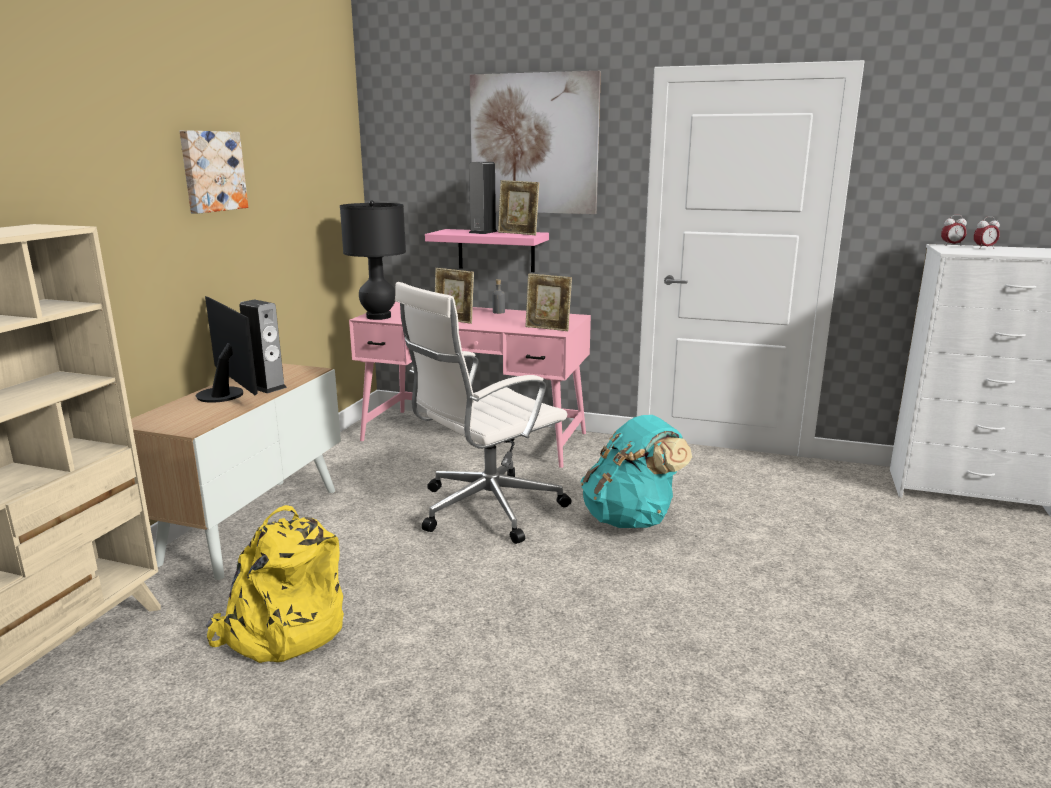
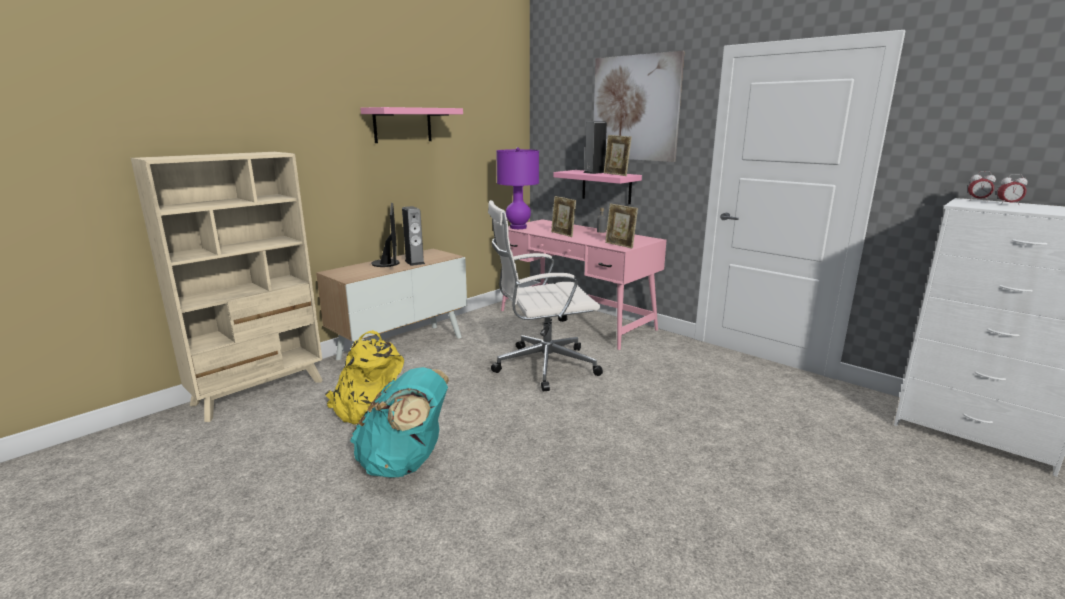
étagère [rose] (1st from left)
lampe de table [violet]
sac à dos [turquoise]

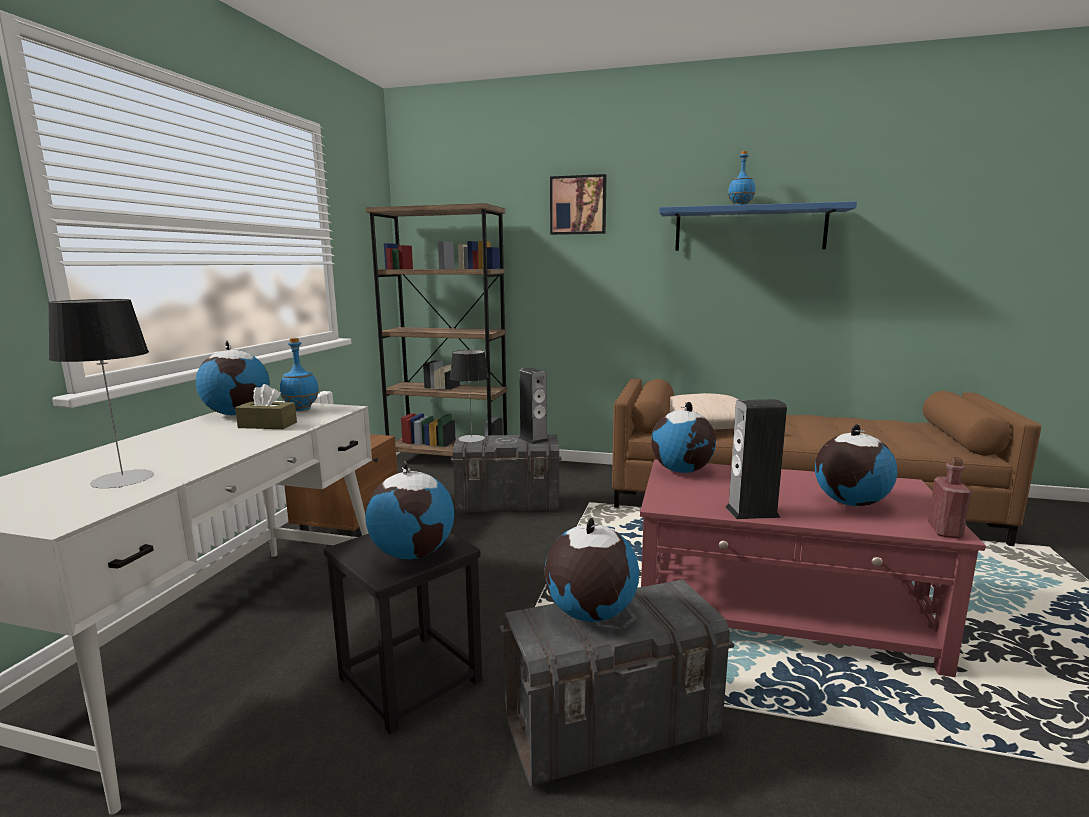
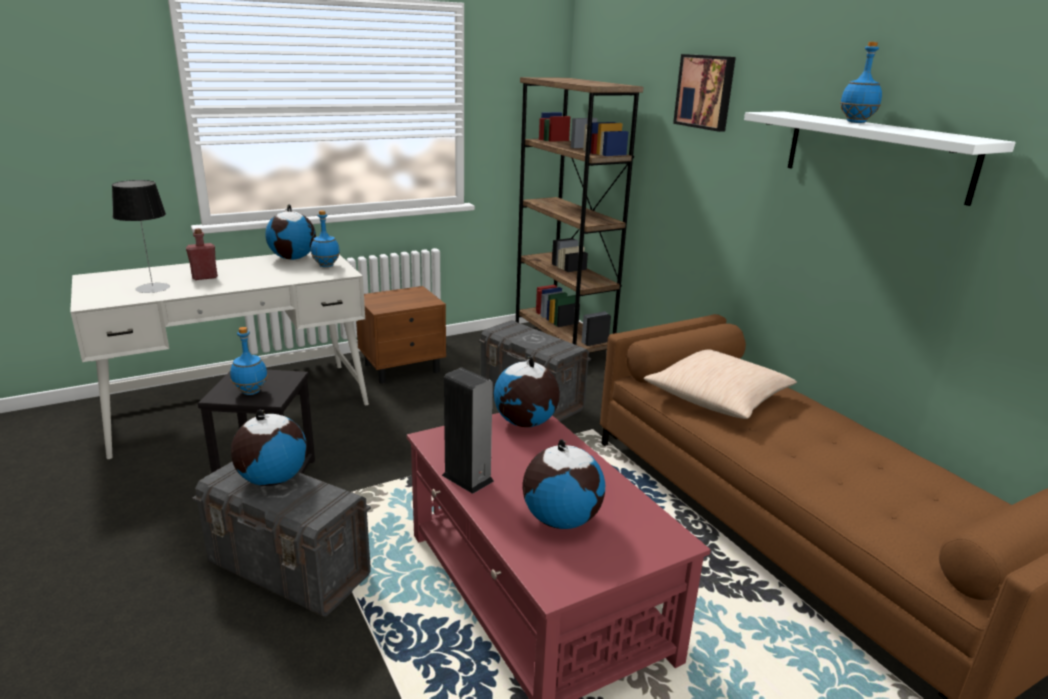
boîte à mouchoirs [marron]
bouteille [bleu] (1st from left)
lampe de table (2nd from left in the first image)
enceinte (1st from left in the first image)
étagère [blanc]
bouteille [rouge]

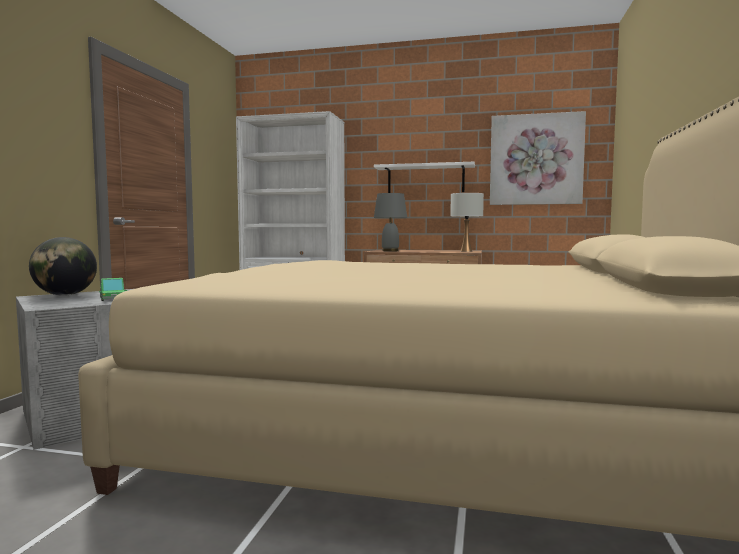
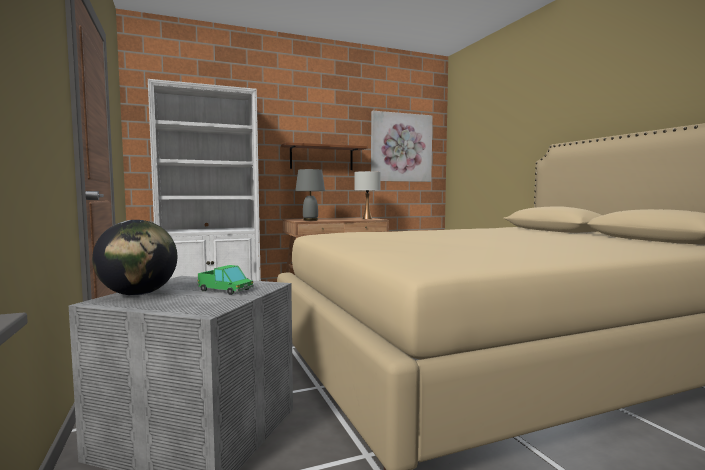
étagère [marron]

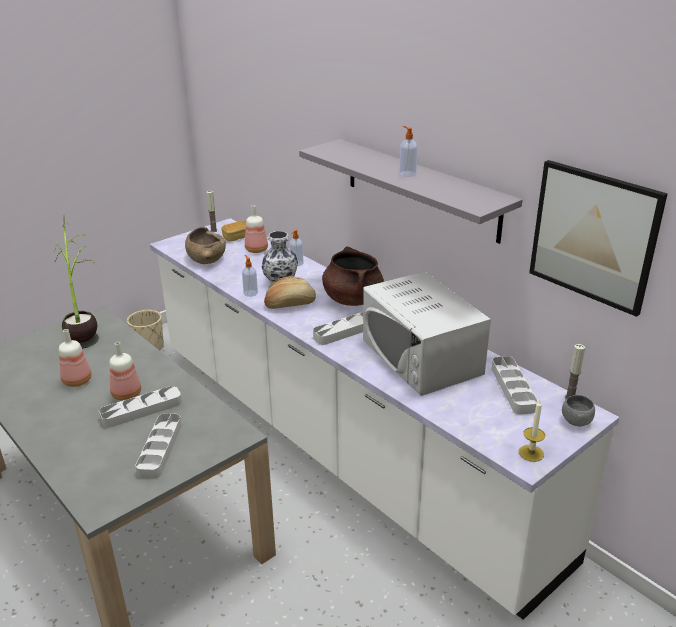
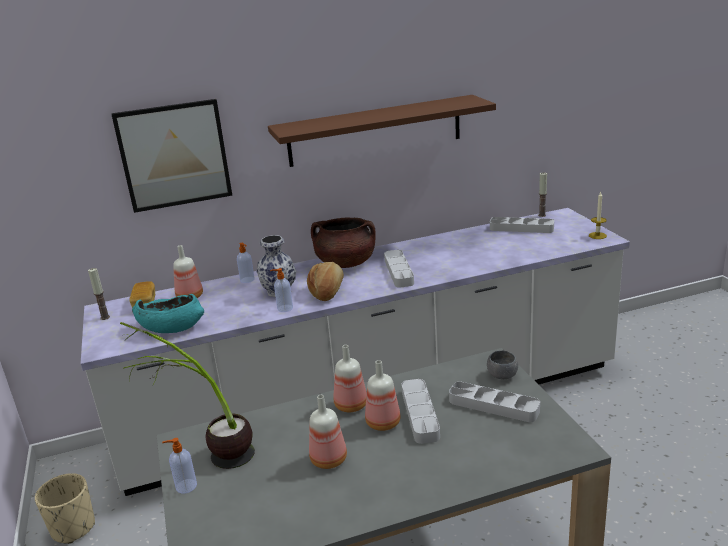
bol [turquoise]
étagère [marron]
micro-ondes [blanc]
distributeur de savon (1st from left)
tableau
bol [gris]
bouteille (3rd from left)

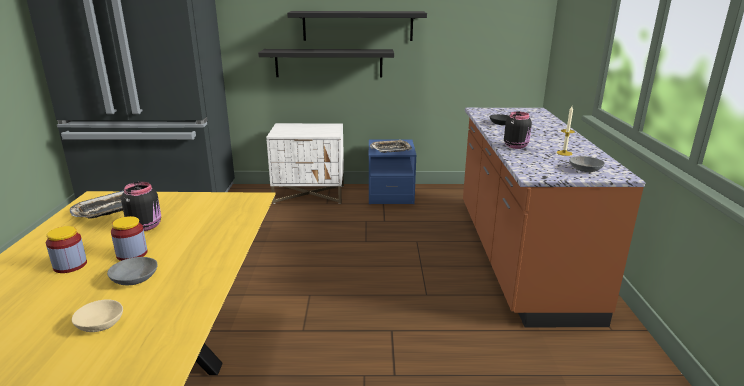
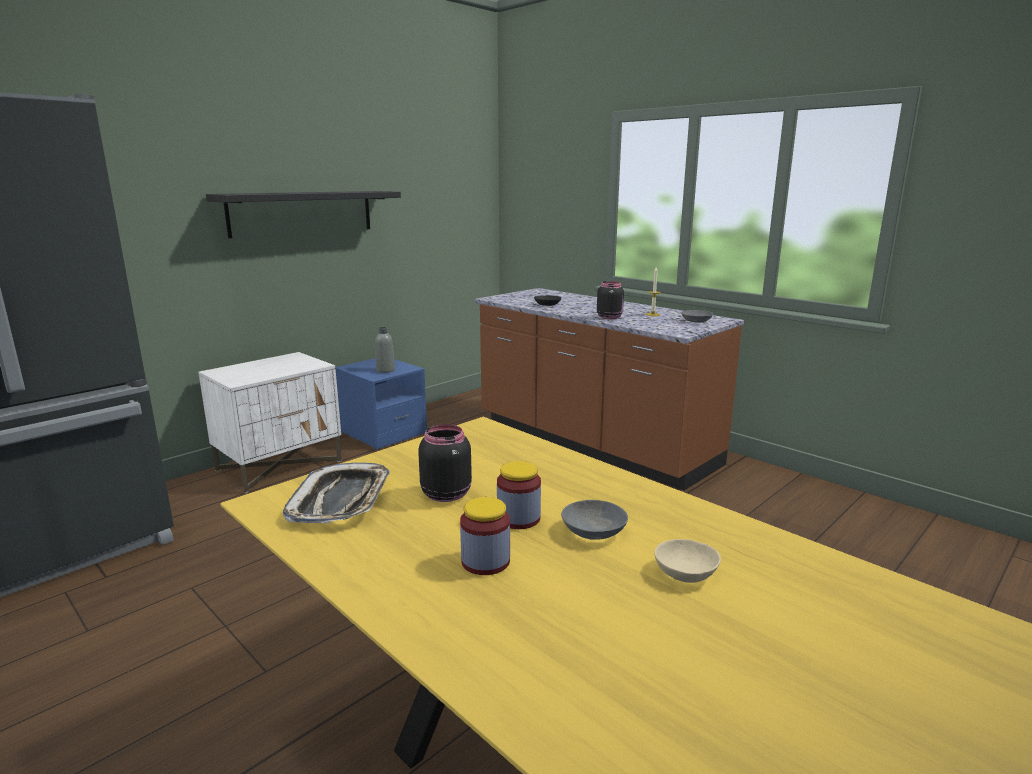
étagère [noir] (1st from left in the first image)
bouteille [gris]

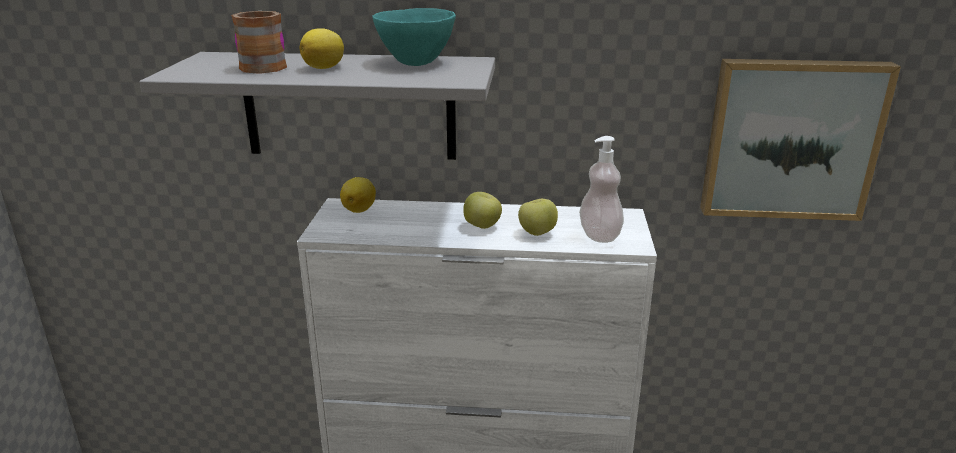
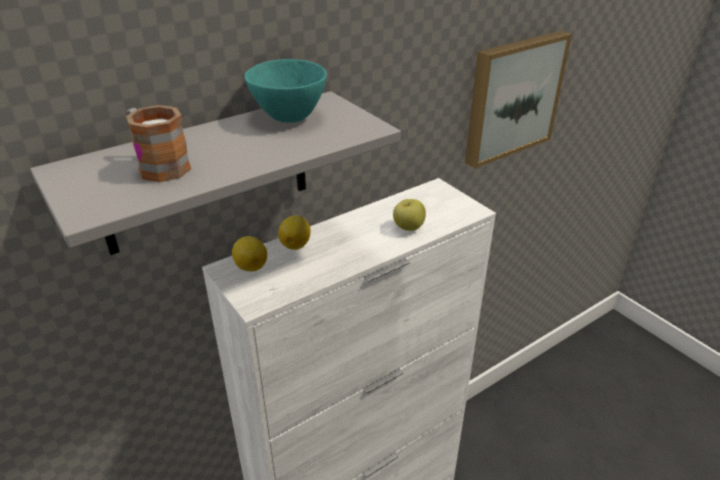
citron (2nd from left)
pomme (1st from left in the first image)
distributeur de savon

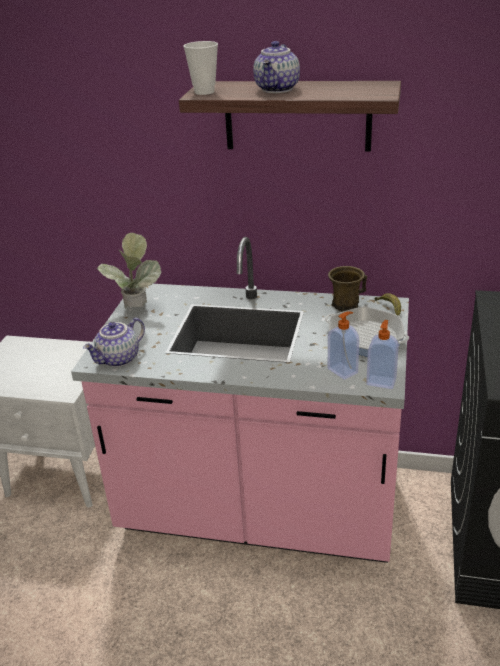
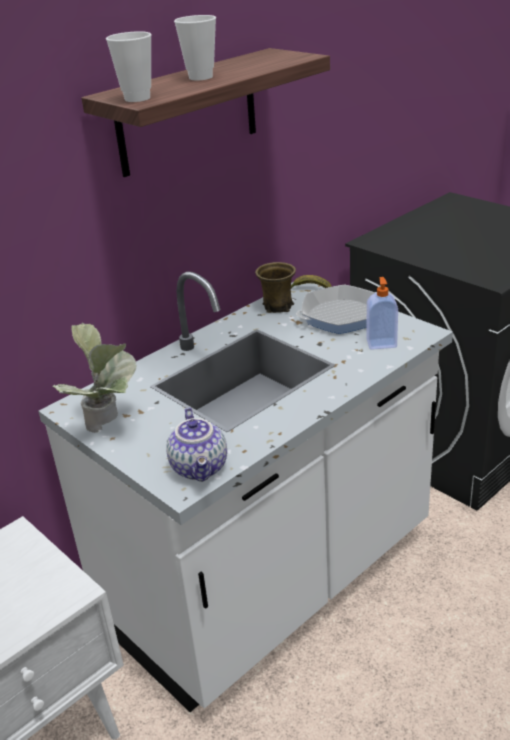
comptoir de cuisine [blanc]
tasse (2nd from left)
distributeur de savon (2nd from left in the first image)

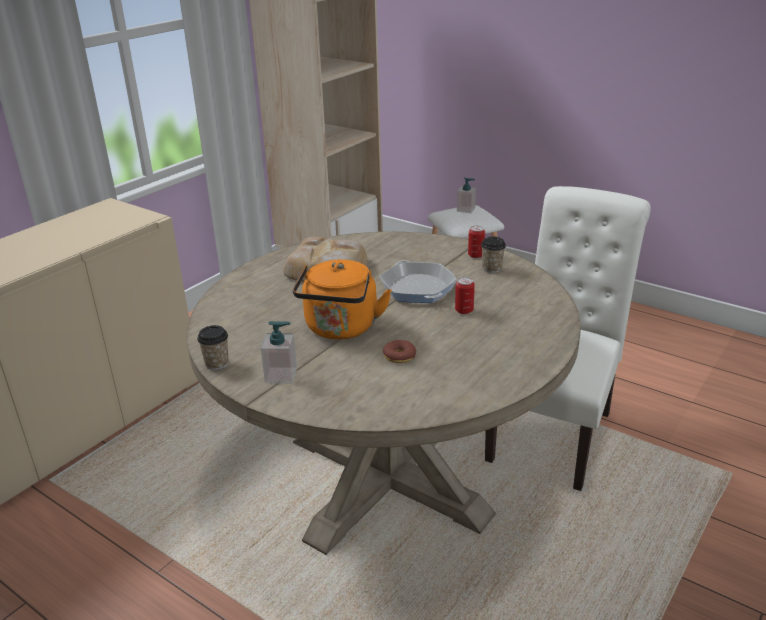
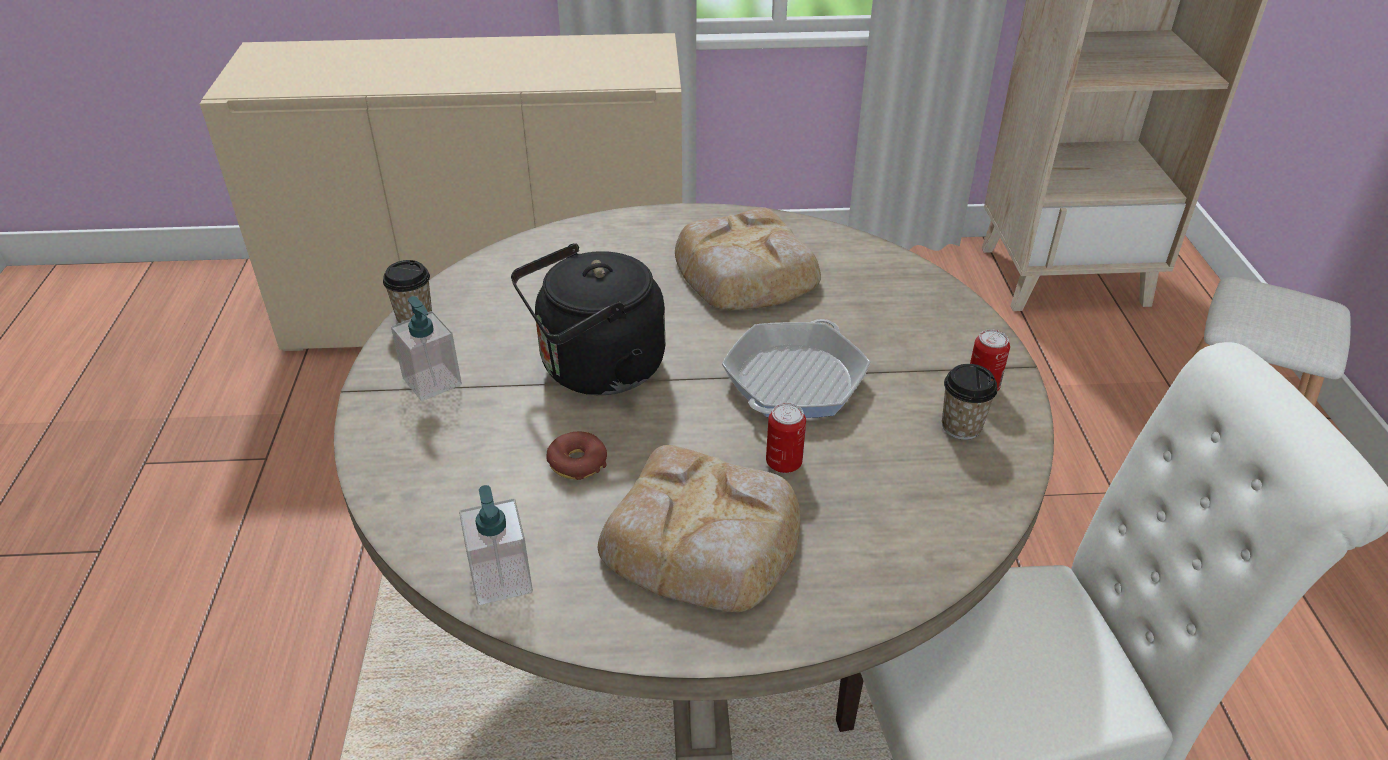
bouilloire [noir]
distributeur de savon (2nd from left)
pain (1st from left)

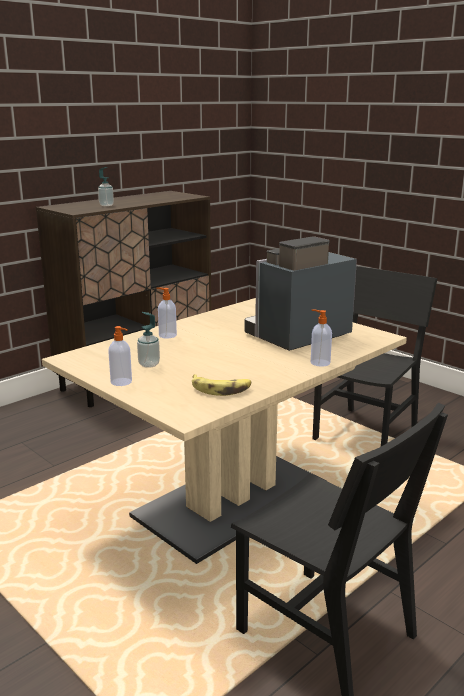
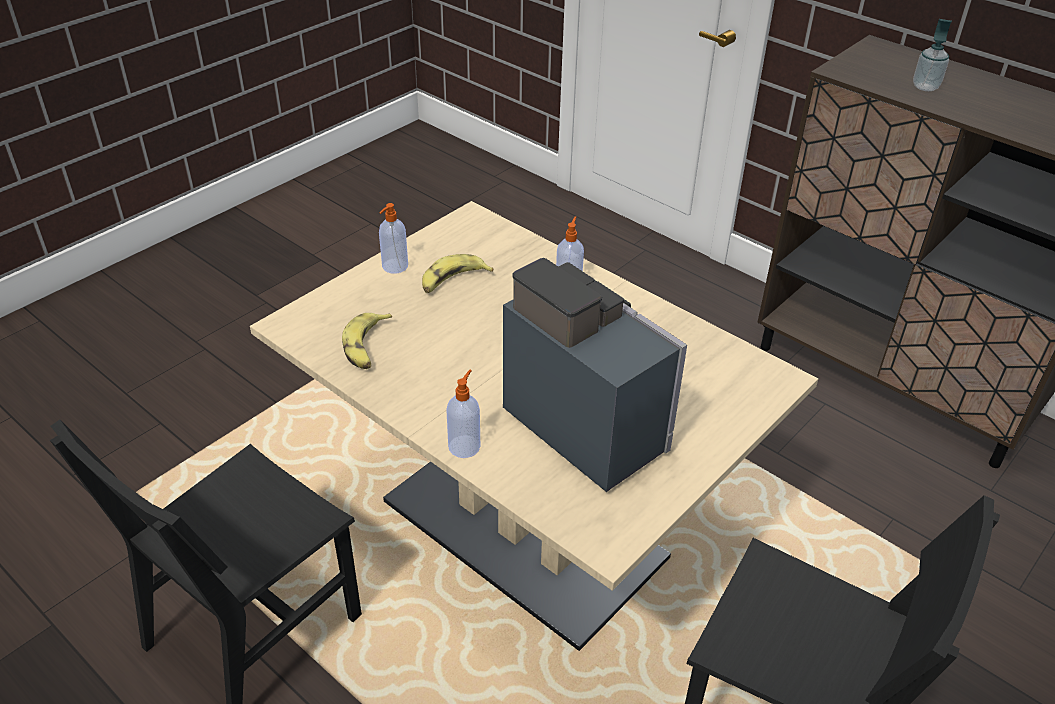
banane (2nd from left)

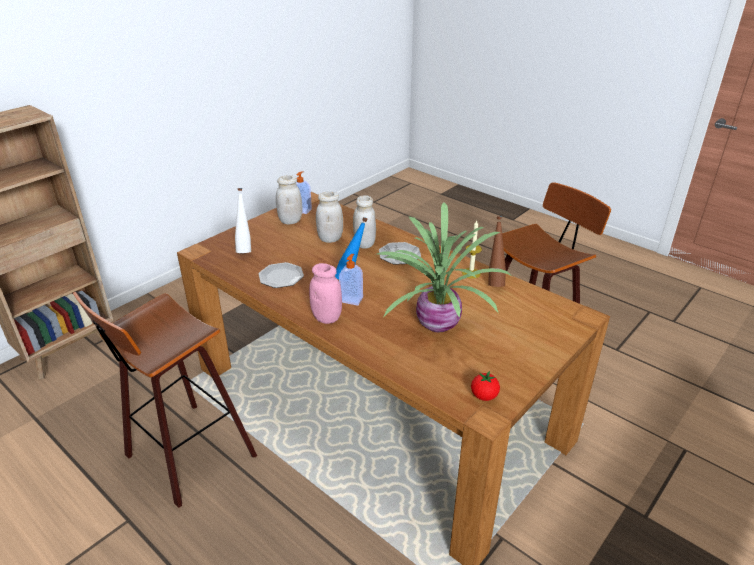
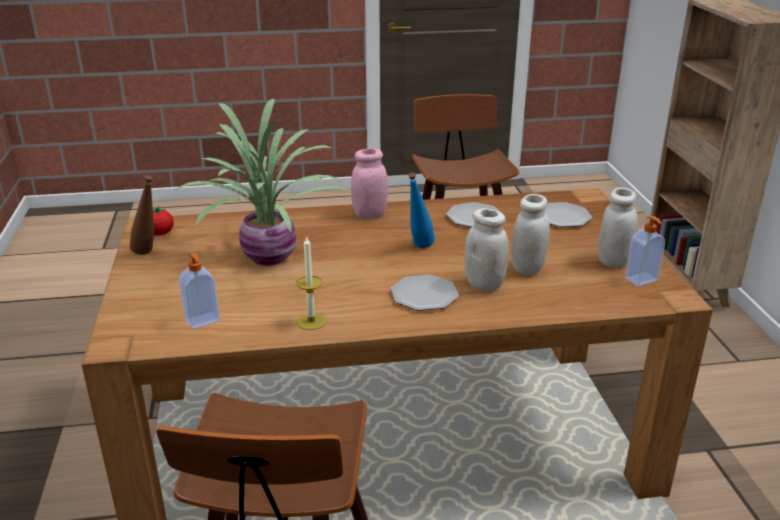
assiette (3rd from left)
distributeur de savon (1st from left)
bouteille [marron]

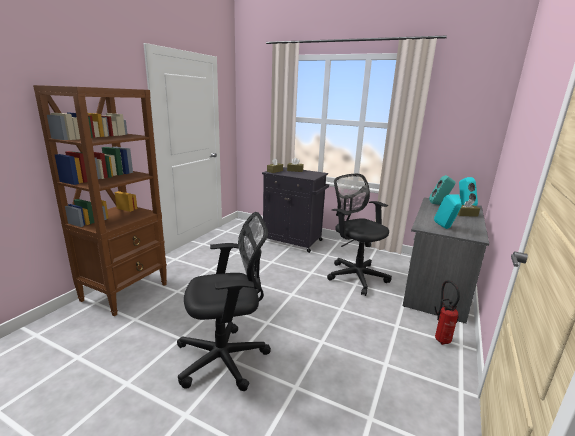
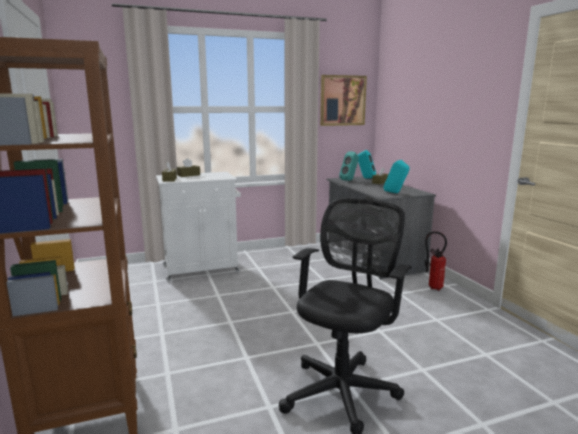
meuble de rangement [blanc]
chaise de bureau [noir] (2nd from left in the first image)
tableau

